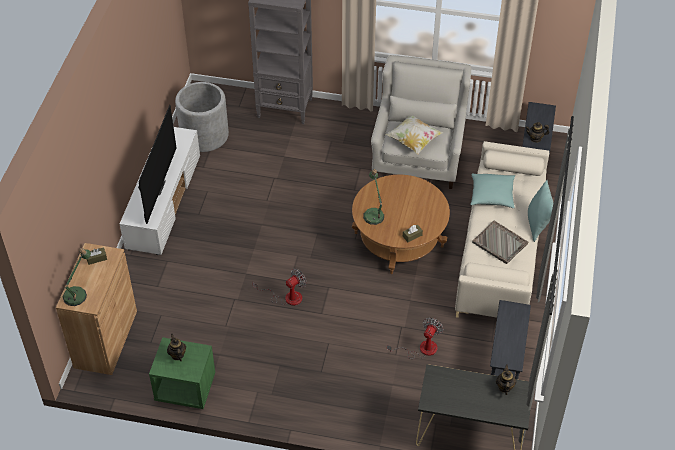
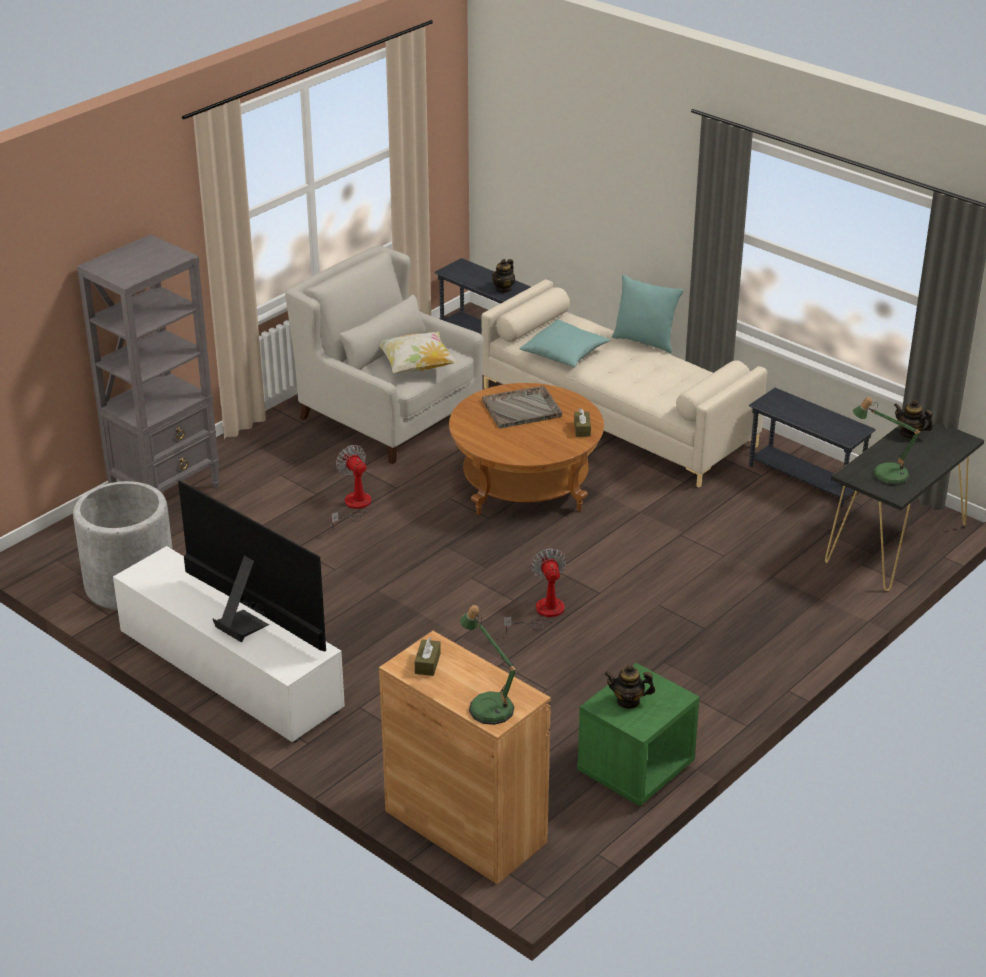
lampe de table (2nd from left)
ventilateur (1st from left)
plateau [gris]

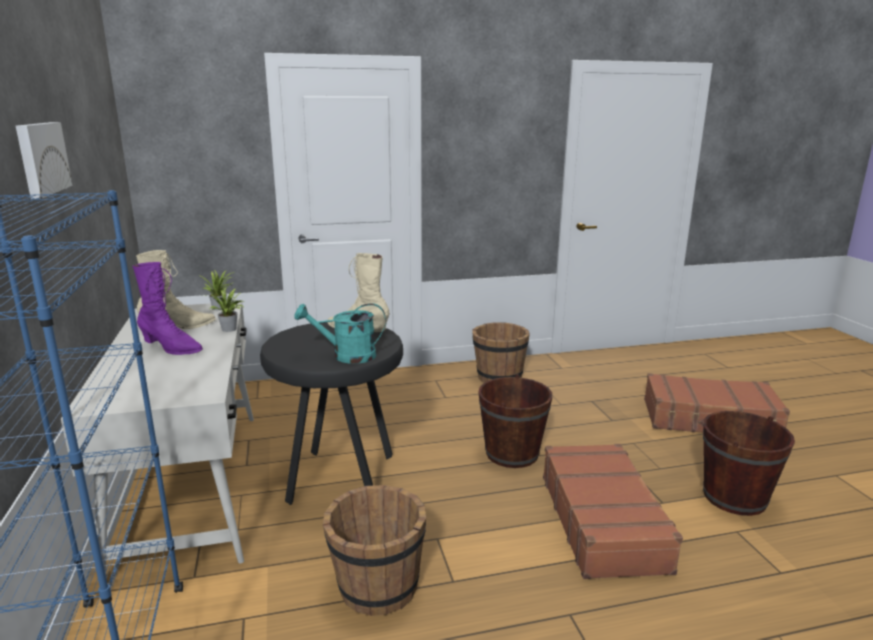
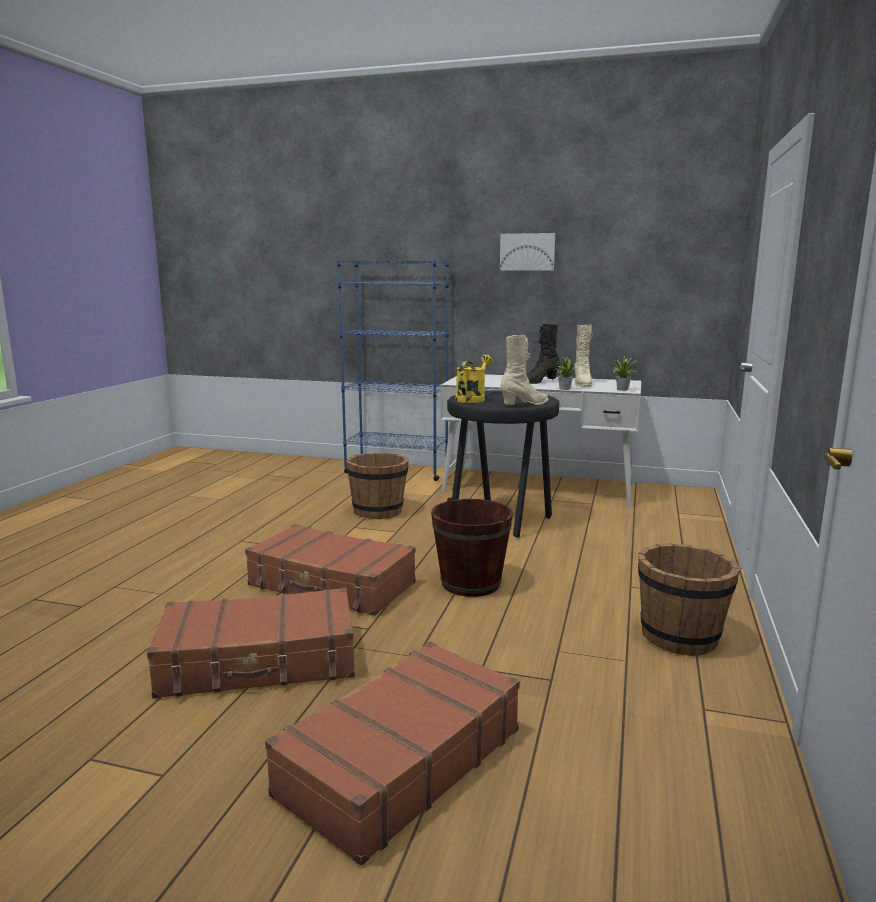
botte [noir]
arrosoir [jaune]
valise [marron] (1st from left)

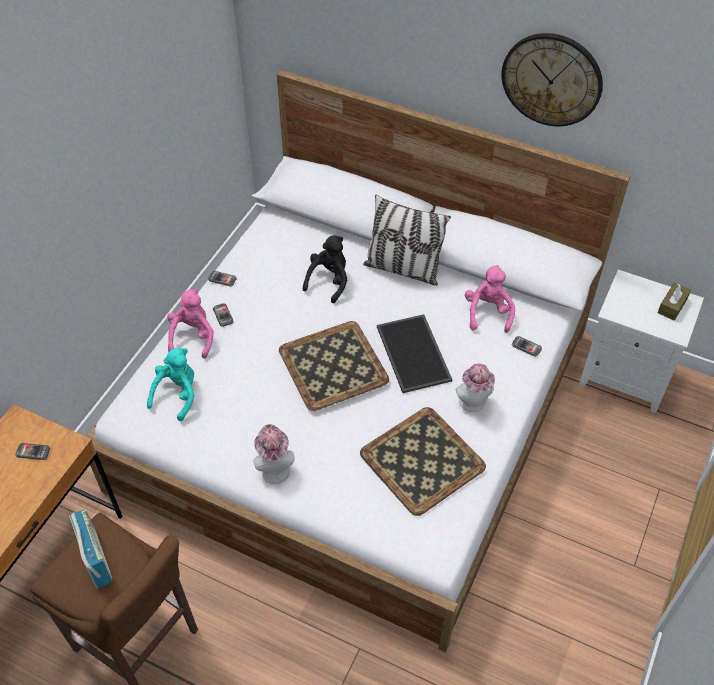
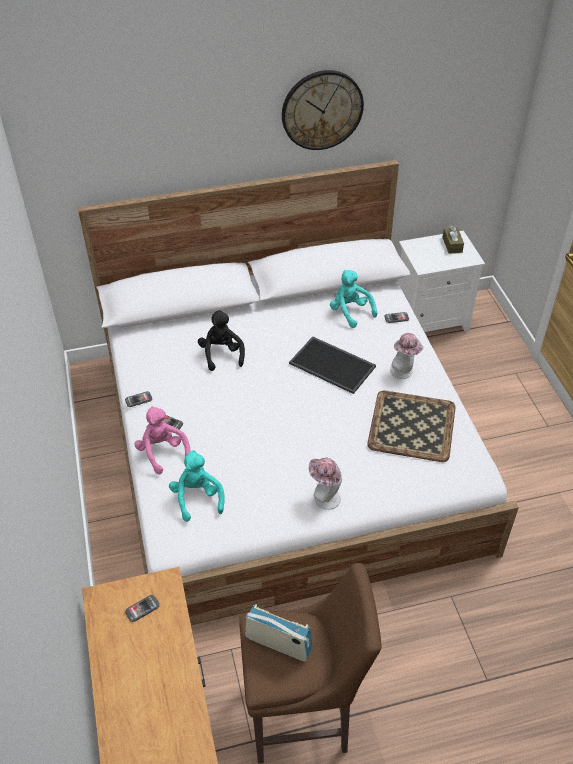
plateau (1st from left in the first image)
coussin
peluche [turquoise] (2nd from left)

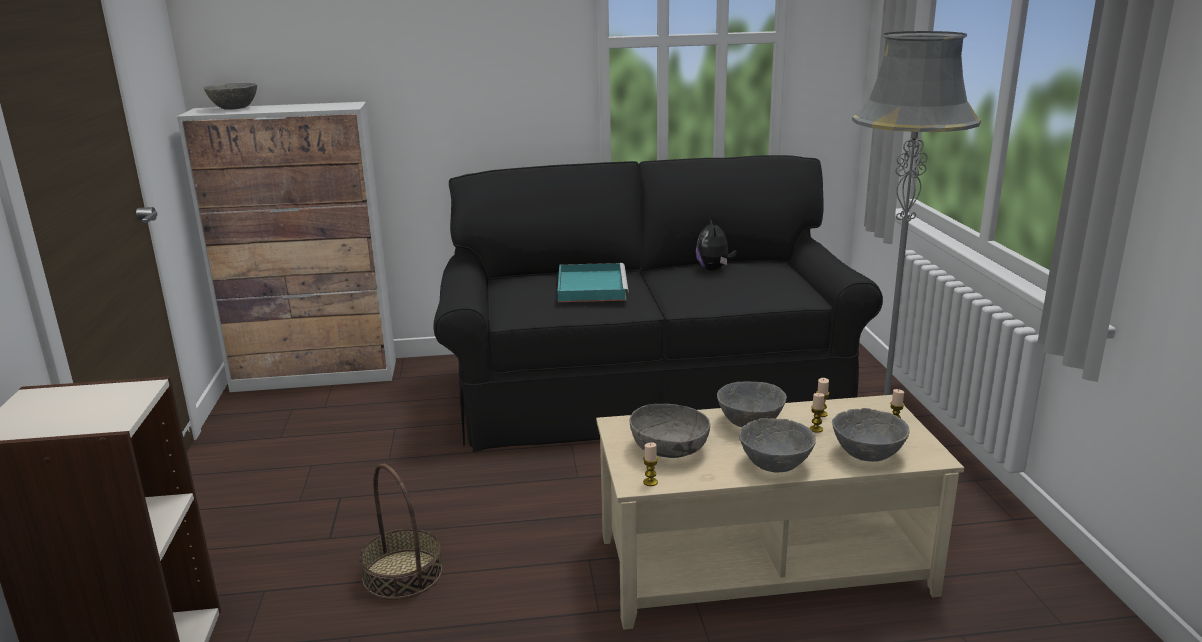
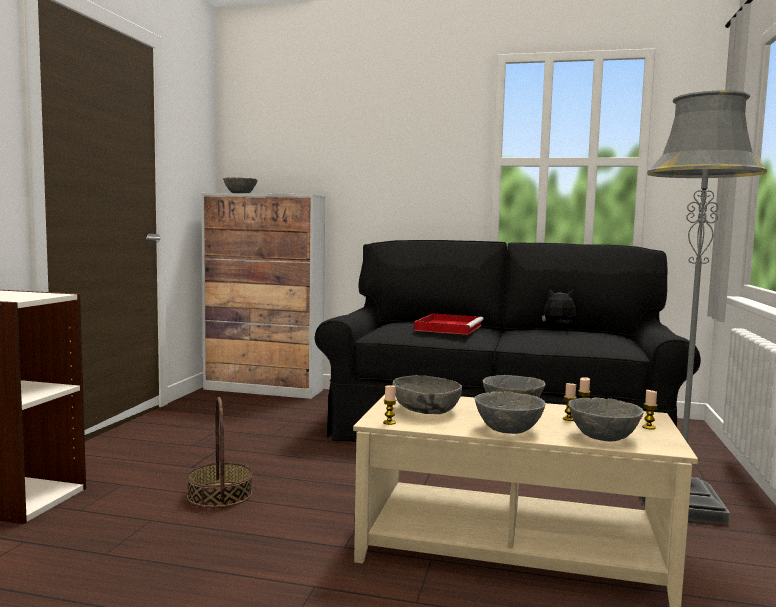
plateau [rouge]
peluche

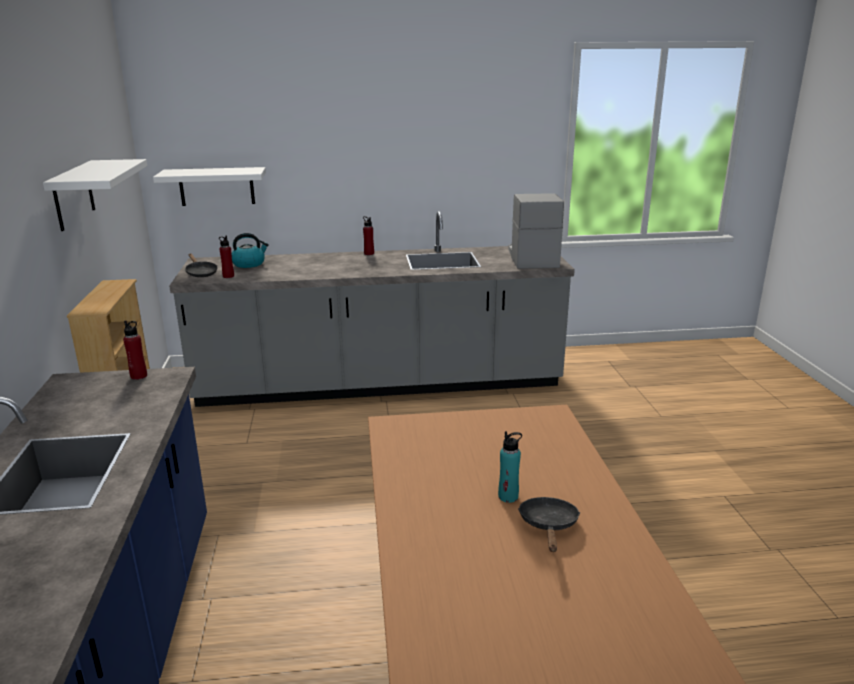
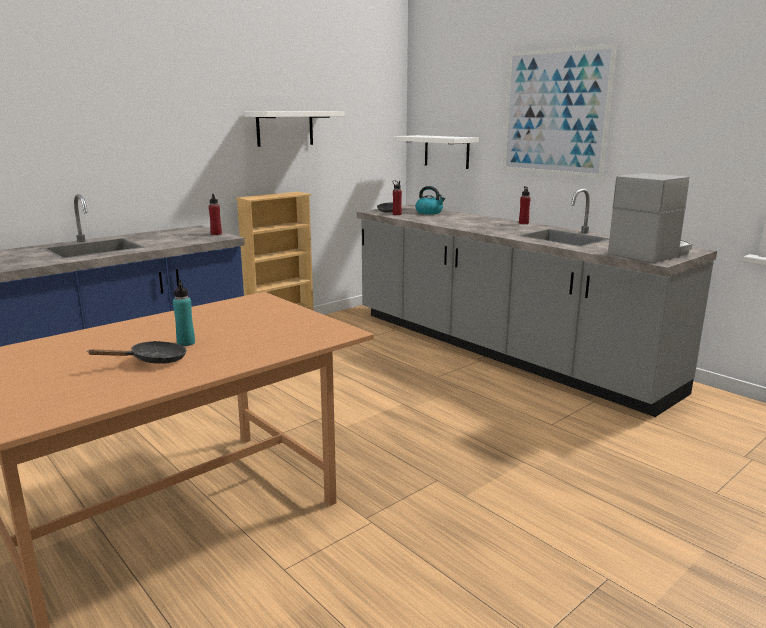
tableau

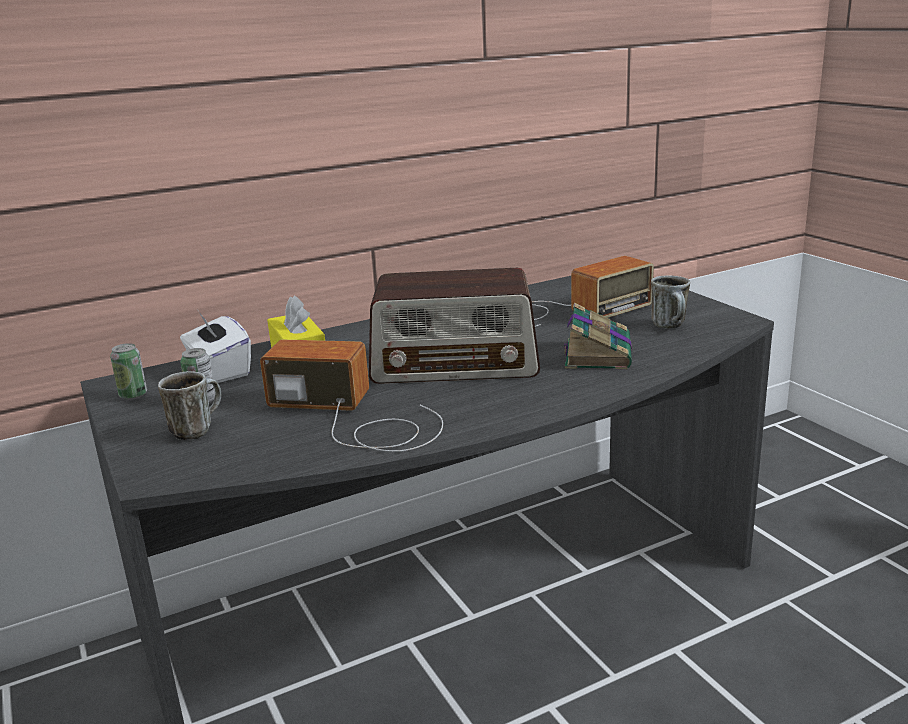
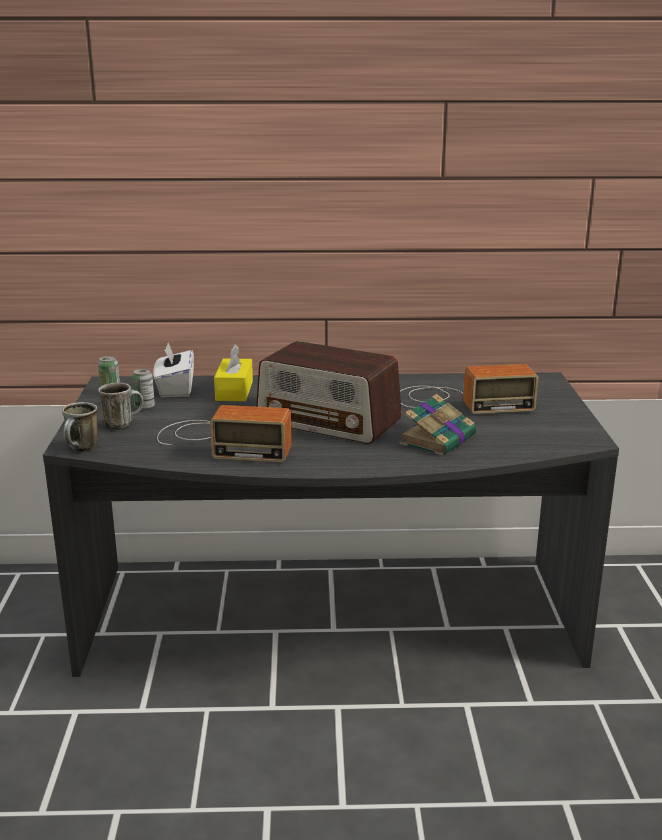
radio (1st from left)
mug (1st from left)

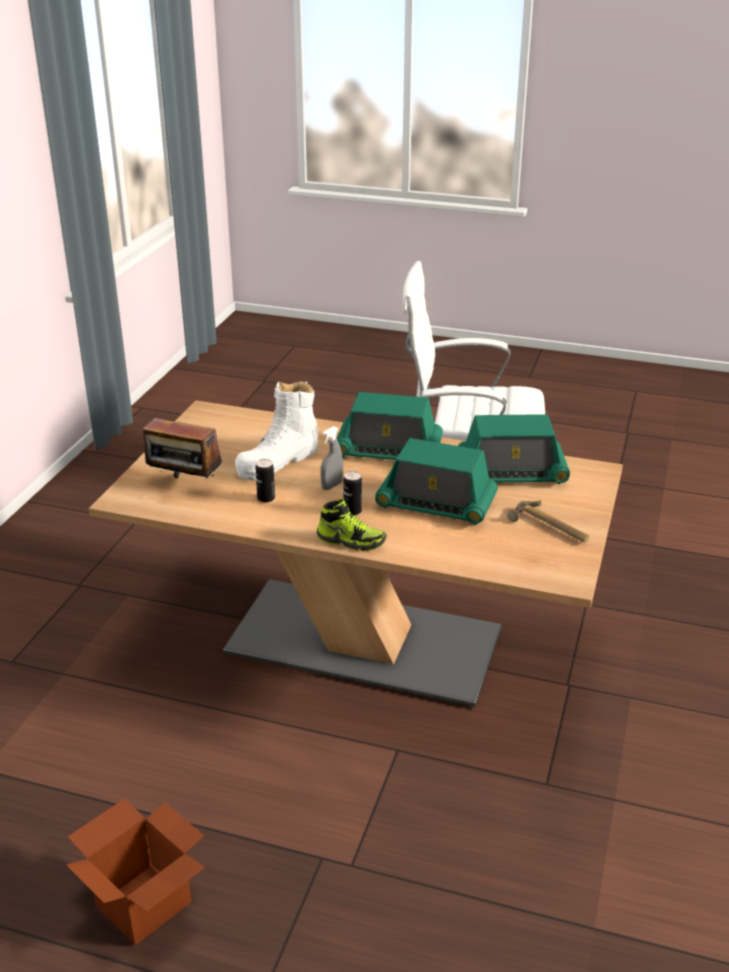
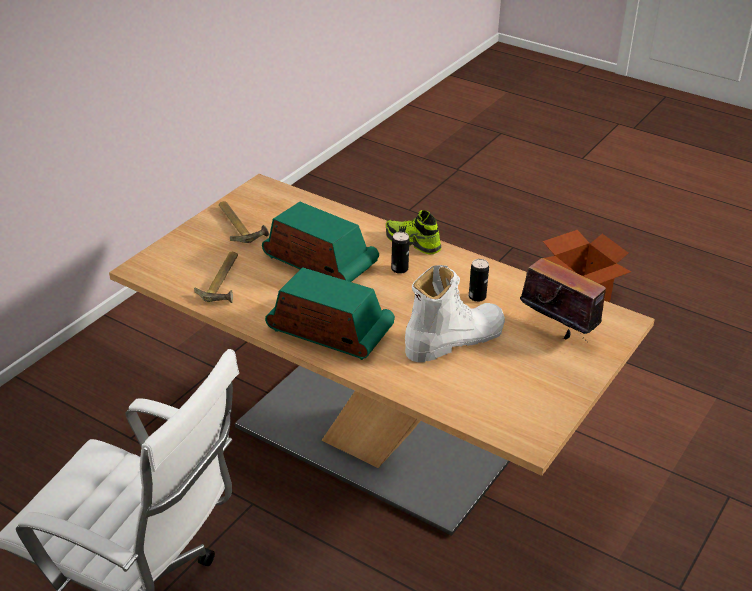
vaporisateur [gris]
marteau (1st from left)

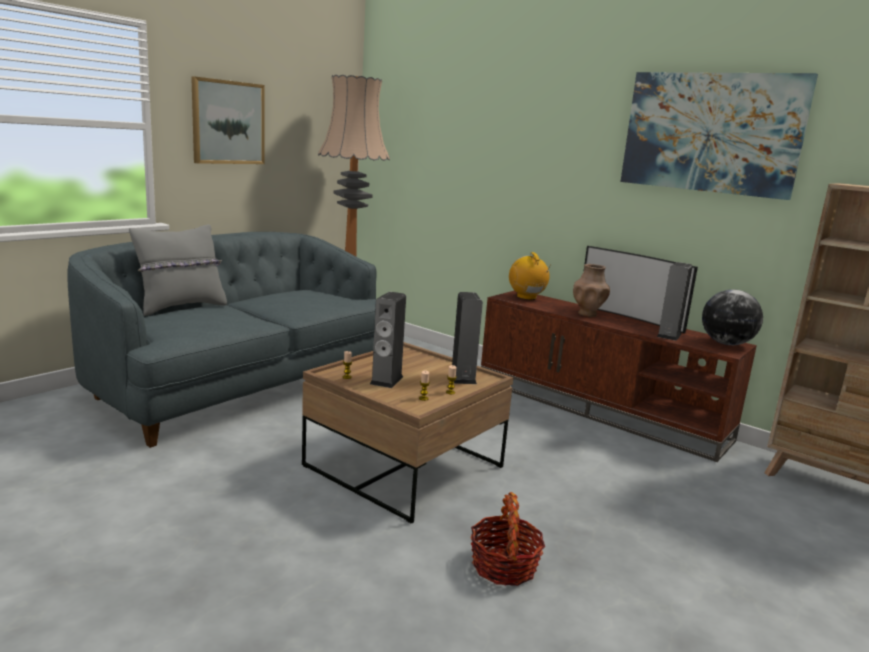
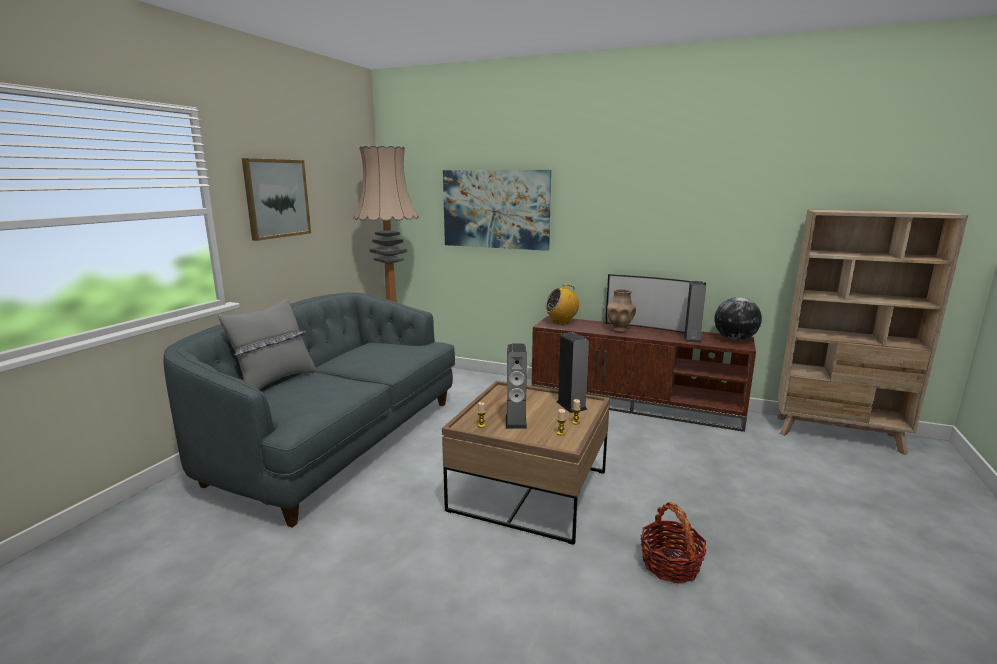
radio
tableau (2nd from left)

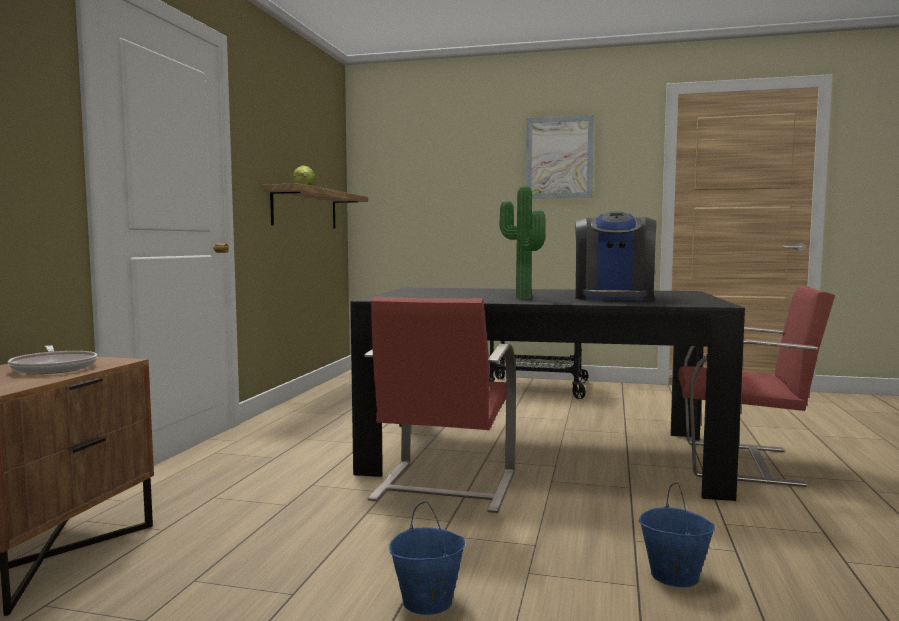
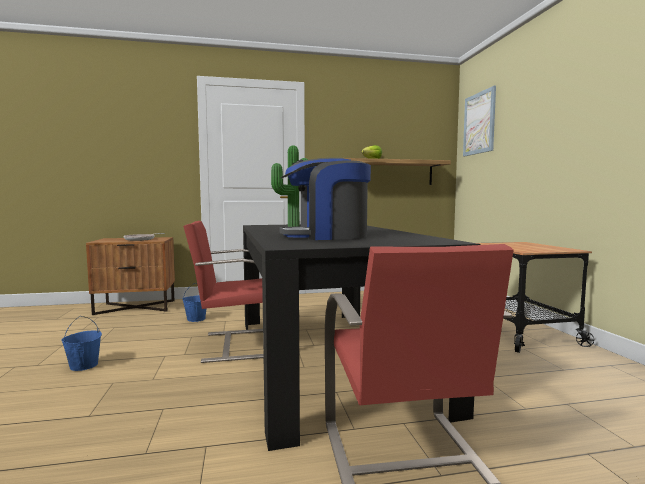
tableau
seau [bleu] (2nd from left)

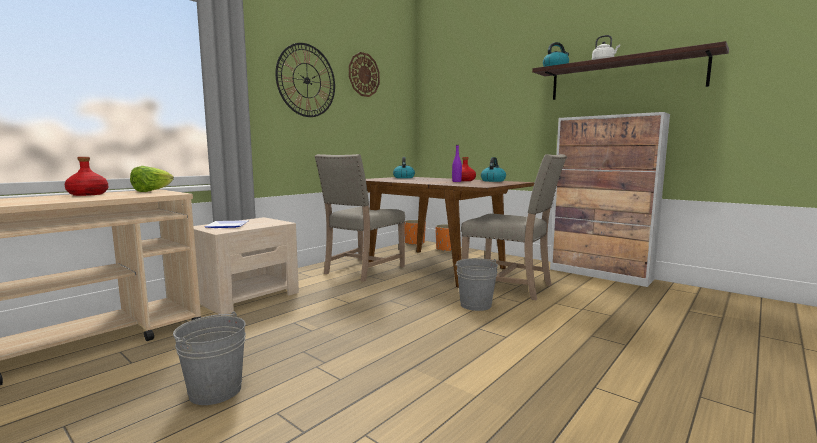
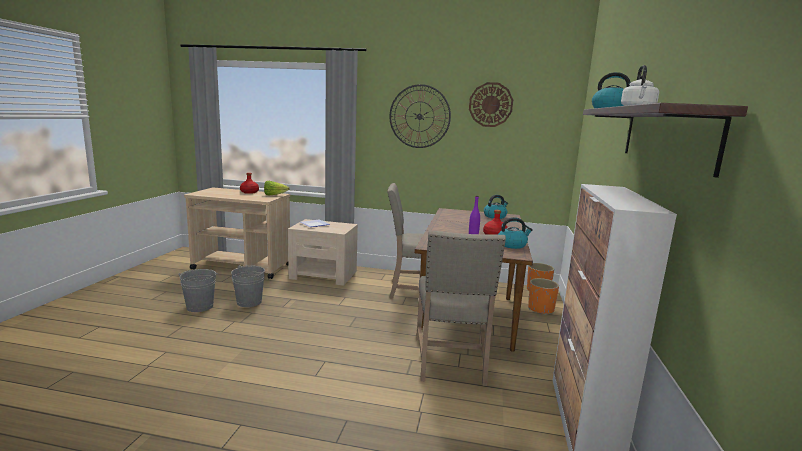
seau [gris] (2nd from left)

